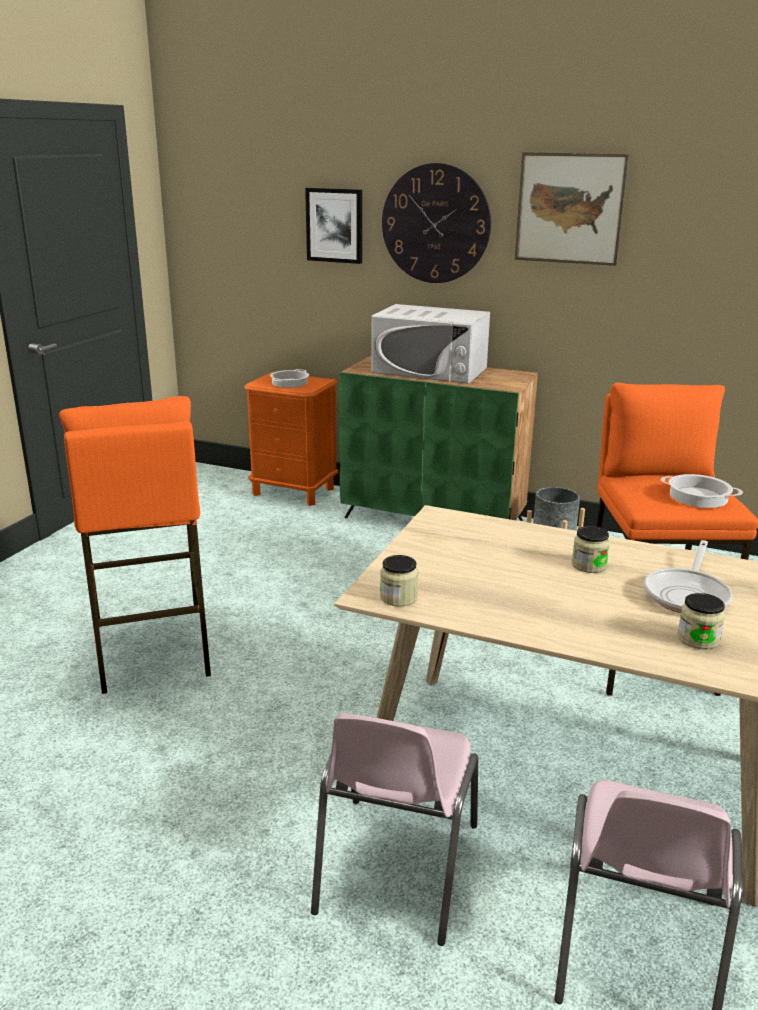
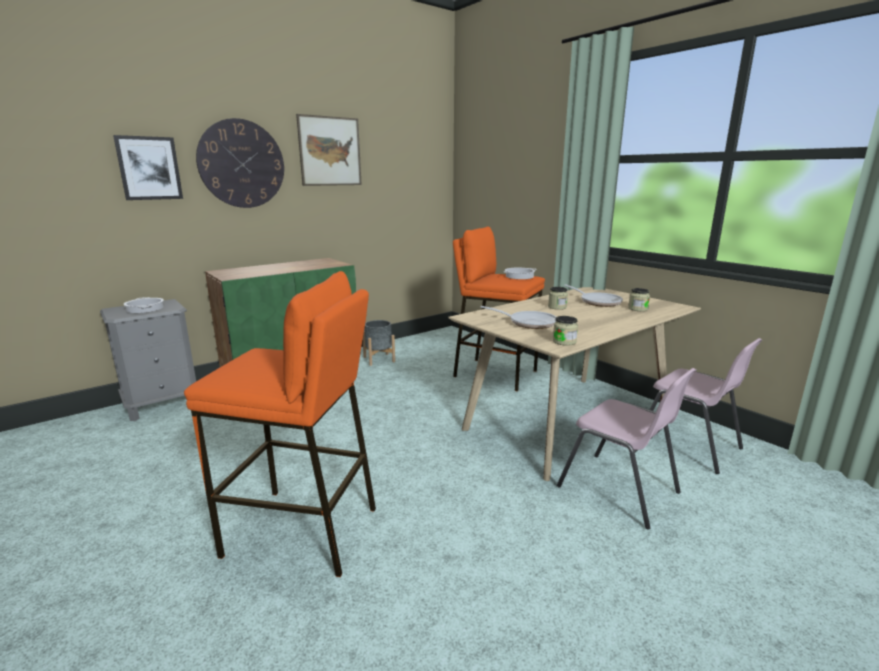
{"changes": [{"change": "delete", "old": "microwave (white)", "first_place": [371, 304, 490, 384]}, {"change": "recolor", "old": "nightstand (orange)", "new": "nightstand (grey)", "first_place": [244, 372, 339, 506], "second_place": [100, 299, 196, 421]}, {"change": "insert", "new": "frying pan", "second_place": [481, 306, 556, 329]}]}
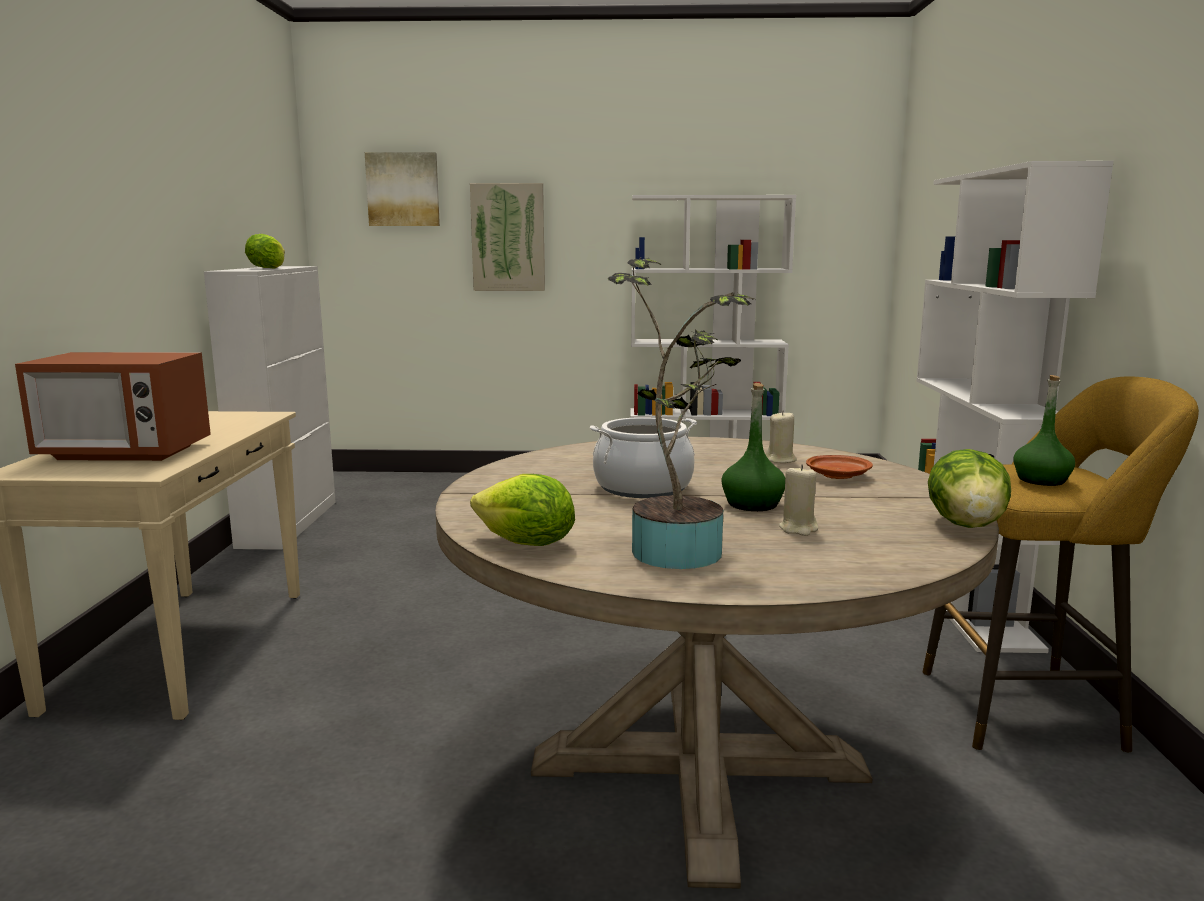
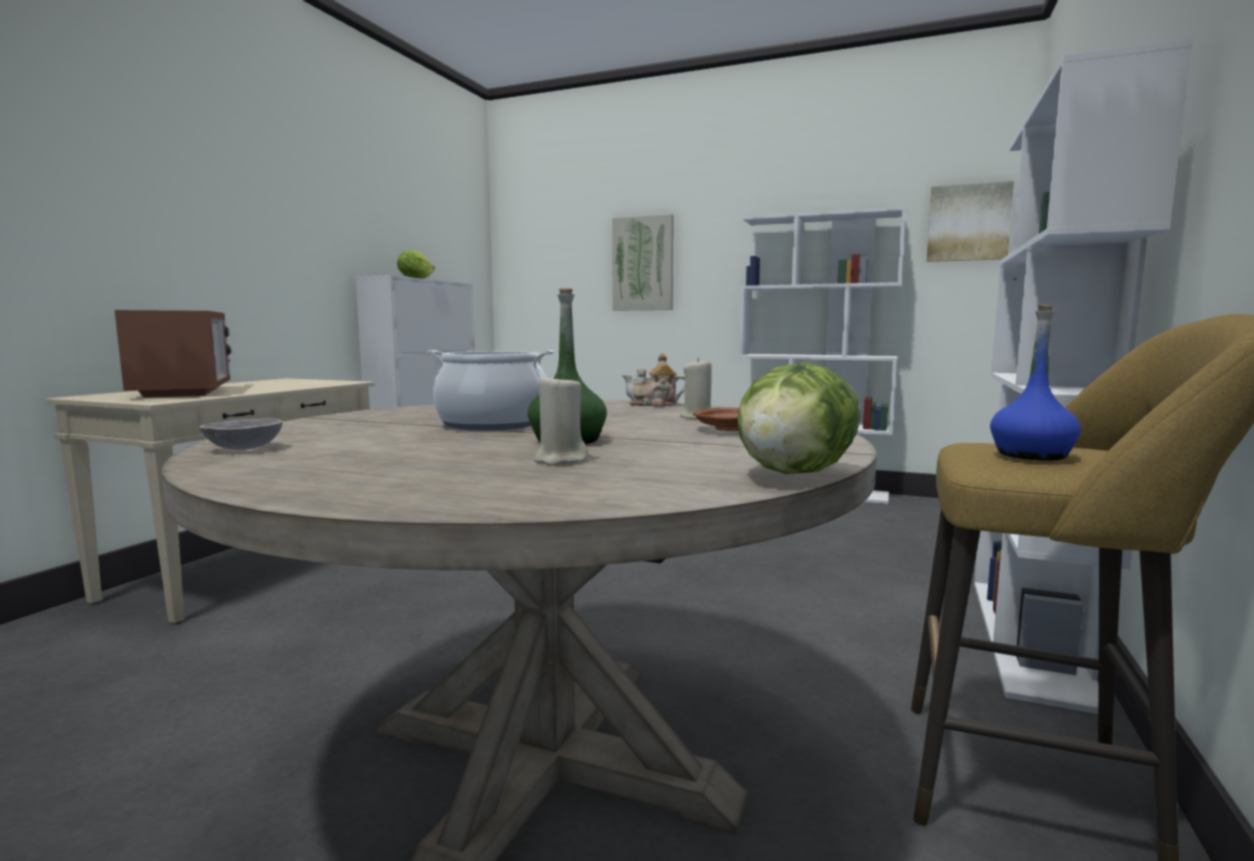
{"changes": [{"change": "move", "old": "picture", "first_place": [365, 152, 440, 226], "second_place": [927, 181, 1014, 262]}, {"change": "delete", "old": "potted plant", "first_place": [608, 258, 757, 569]}, {"change": "rotate", "old": "microwave", "first_place": [15, 352, 211, 461], "second_place": [115, 310, 232, 398], "degrees": -135}, {"change": "recolor", "old": "bottle (green)", "new": "bottle (blue)", "first_place": [1013, 375, 1075, 486], "second_place": [990, 305, 1081, 461]}, {"change": "replace", "old": "lettuce", "new": "bowl (grey)", "first_place": [470, 474, 575, 546], "second_place": [200, 418, 283, 450]}, {"change": "insert", "new": "teapot", "second_place": [622, 353, 685, 407]}]}
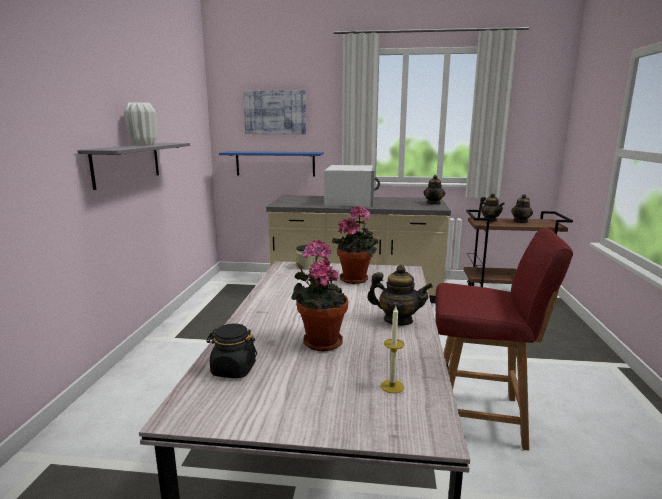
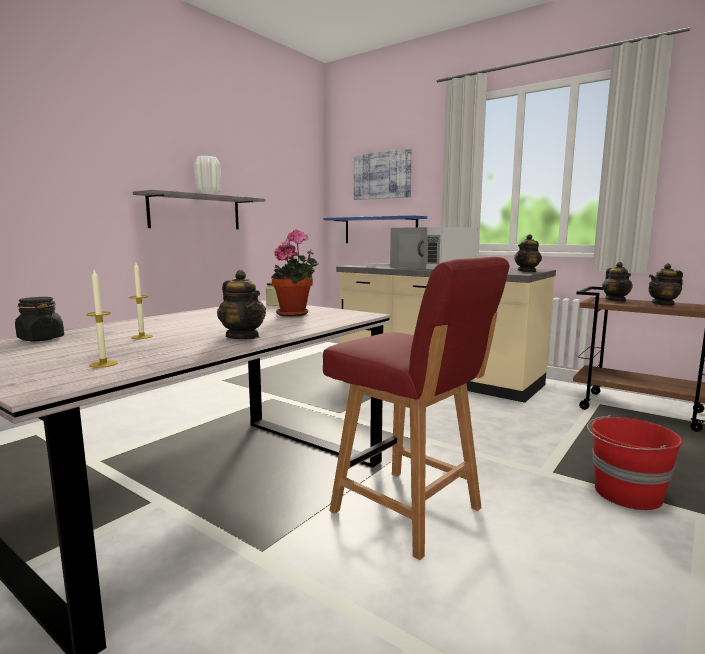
{"changes": [{"change": "rotate", "old": "microwave (white)", "first_place": [324, 165, 380, 207], "second_place": [390, 227, 478, 269], "degrees": 105}, {"change": "replace", "old": "potted plant", "new": "candle", "first_place": [291, 240, 349, 351], "second_place": [129, 263, 153, 339]}, {"change": "insert", "new": "bucket (red)", "second_place": [587, 415, 683, 510]}]}
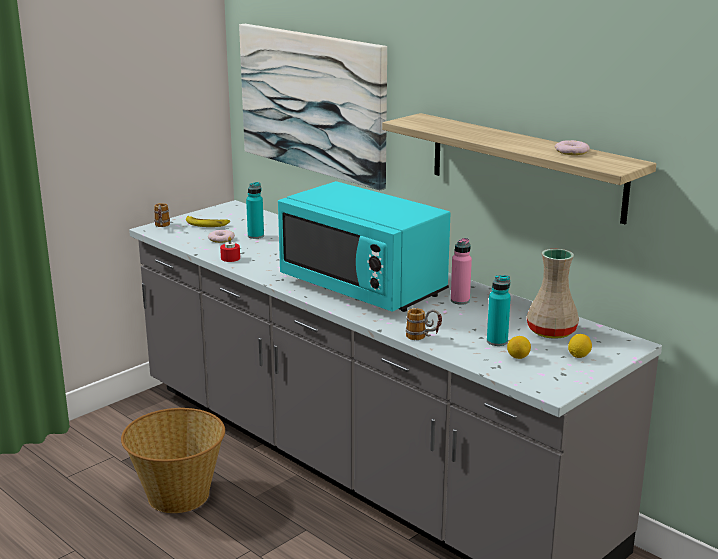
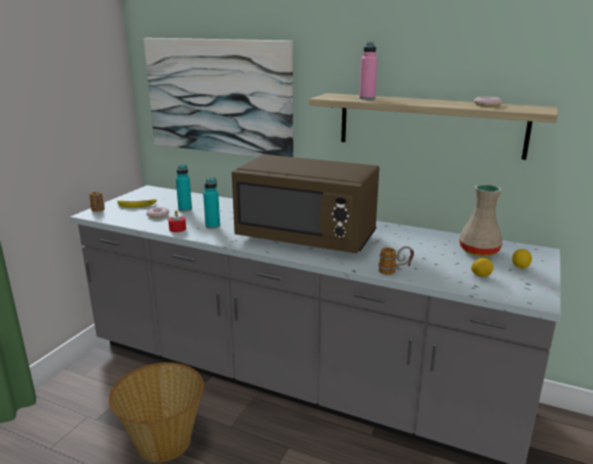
{"changes": [{"change": "recolor", "old": "microwave (turquoise)", "new": "microwave (brown)", "first_place": [278, 181, 450, 312], "second_place": [232, 154, 379, 253]}, {"change": "move", "old": "bottle (pink)", "first_place": [451, 238, 472, 305], "second_place": [359, 42, 377, 100]}, {"change": "move", "old": "bottle (turquoise)", "first_place": [487, 275, 511, 346], "second_place": [203, 178, 220, 229]}]}
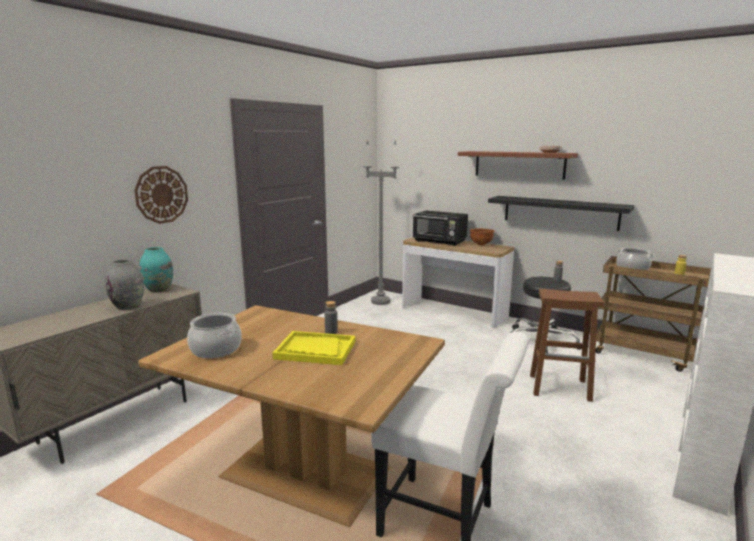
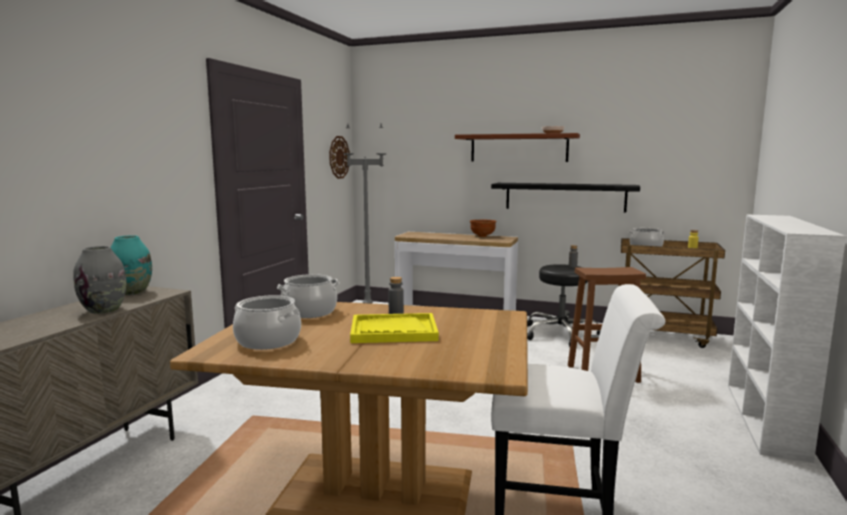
{"changes": [{"change": "move", "old": "wall clock", "first_place": [134, 166, 188, 224], "second_place": [329, 136, 350, 179]}, {"change": "delete", "old": "microwave (black)", "first_place": [413, 211, 468, 246]}, {"change": "insert", "new": "cooking pot", "second_place": [277, 274, 339, 318]}]}
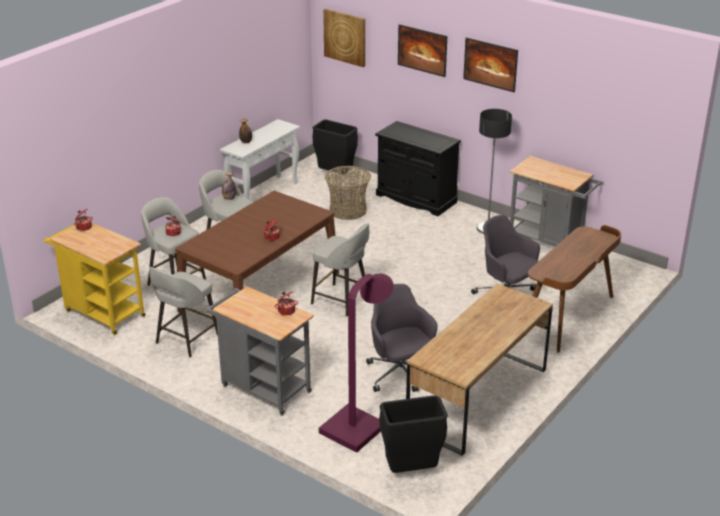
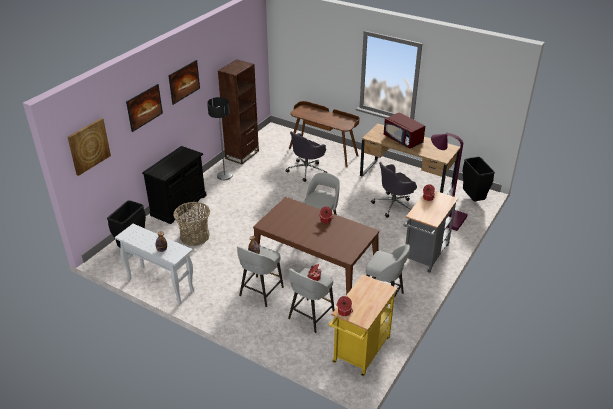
{"changes": [{"change": "replace", "old": "cart (grey)", "new": "bookcase (brown)", "first_place": [510, 156, 603, 247], "second_place": [218, 59, 259, 164]}, {"change": "insert", "new": "microwave (red)", "second_place": [384, 113, 425, 149]}]}
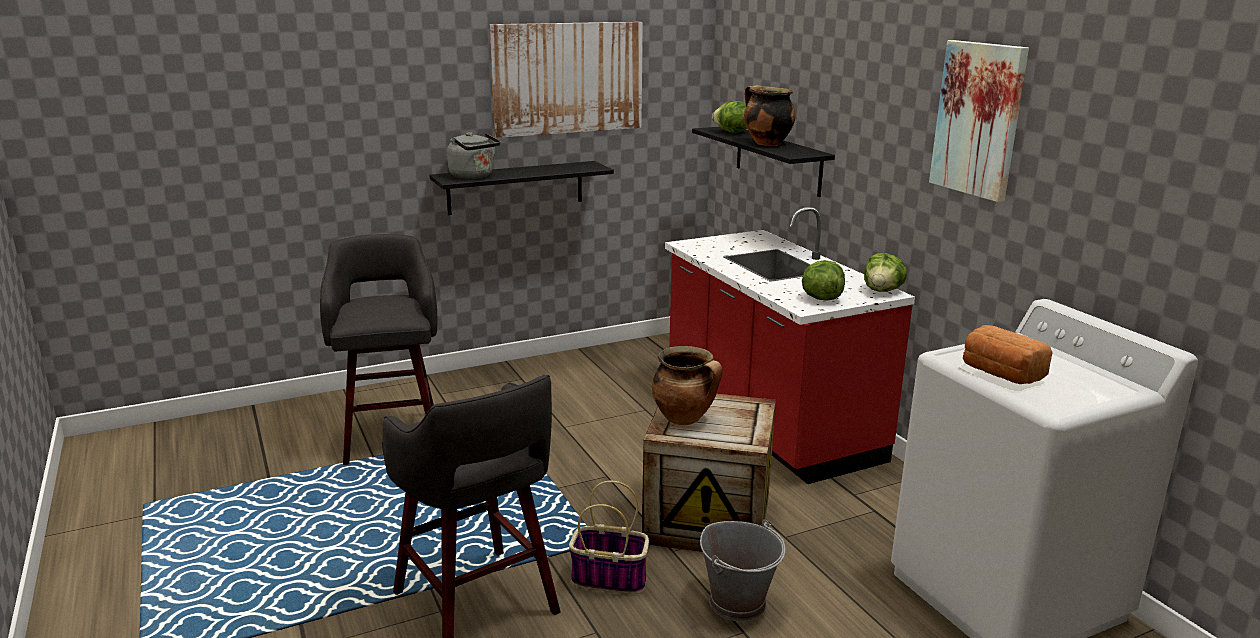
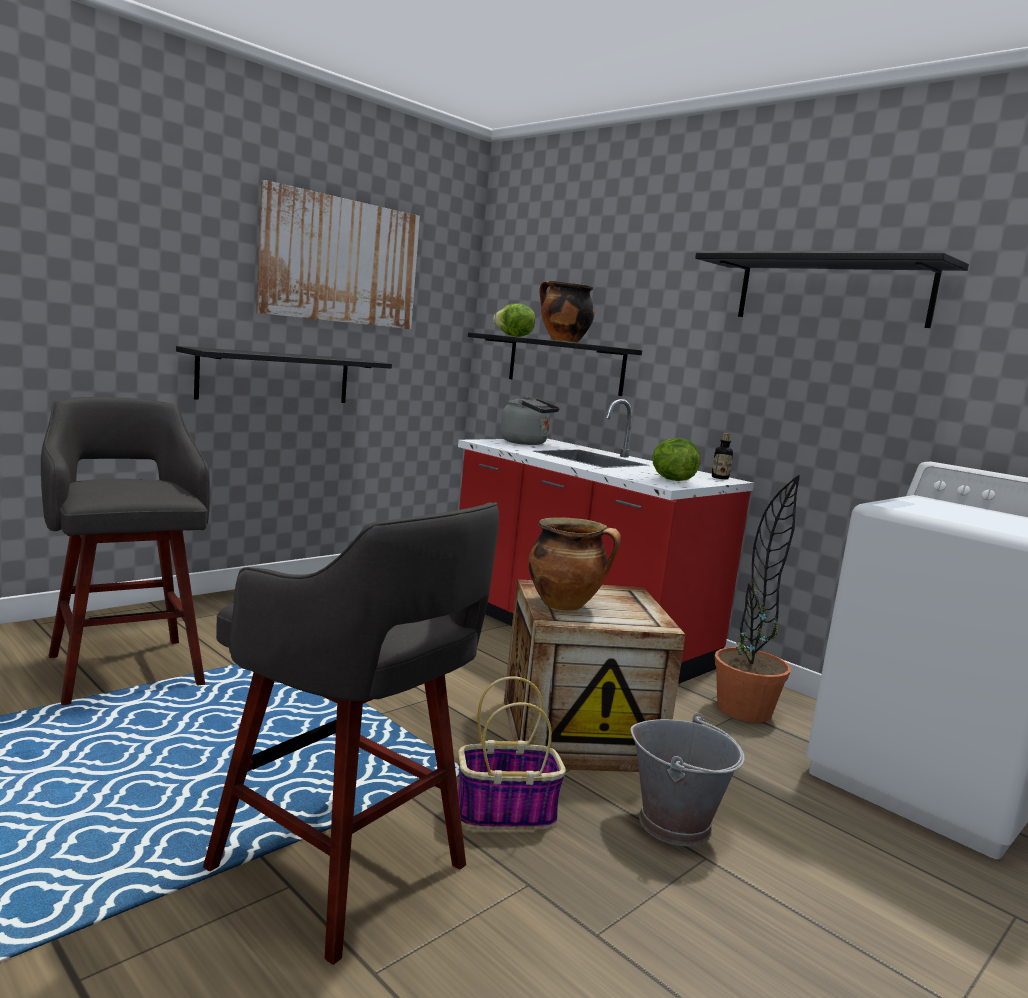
{"changes": [{"change": "replace", "old": "picture", "new": "shelf (black)", "first_place": [929, 40, 1029, 202], "second_place": [695, 253, 969, 328]}, {"change": "move", "old": "kettle (grey)", "first_place": [447, 132, 501, 179], "second_place": [501, 396, 560, 445]}, {"change": "replace", "old": "lettuce", "new": "bottle", "first_place": [864, 253, 907, 292], "second_place": [712, 433, 733, 479]}, {"change": "delete", "old": "bread", "first_place": [963, 325, 1053, 384]}, {"change": "insert", "new": "potted plant", "second_place": [715, 475, 800, 723]}]}
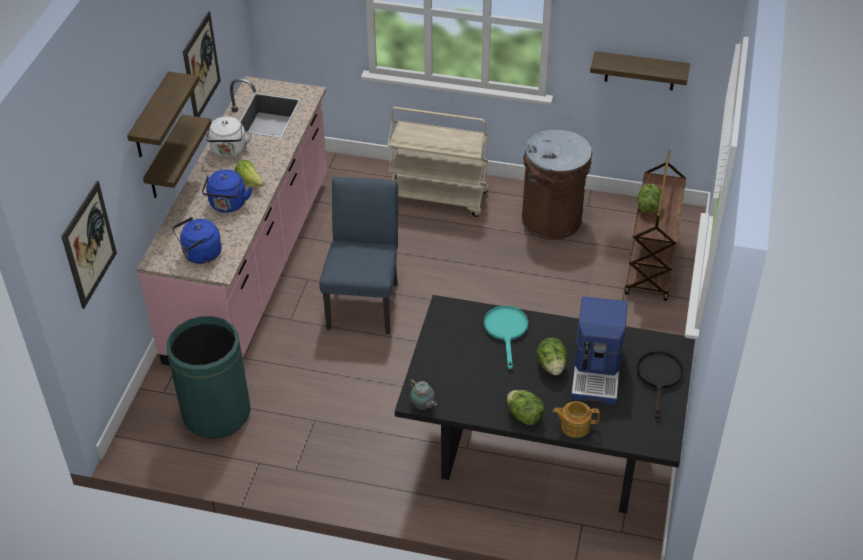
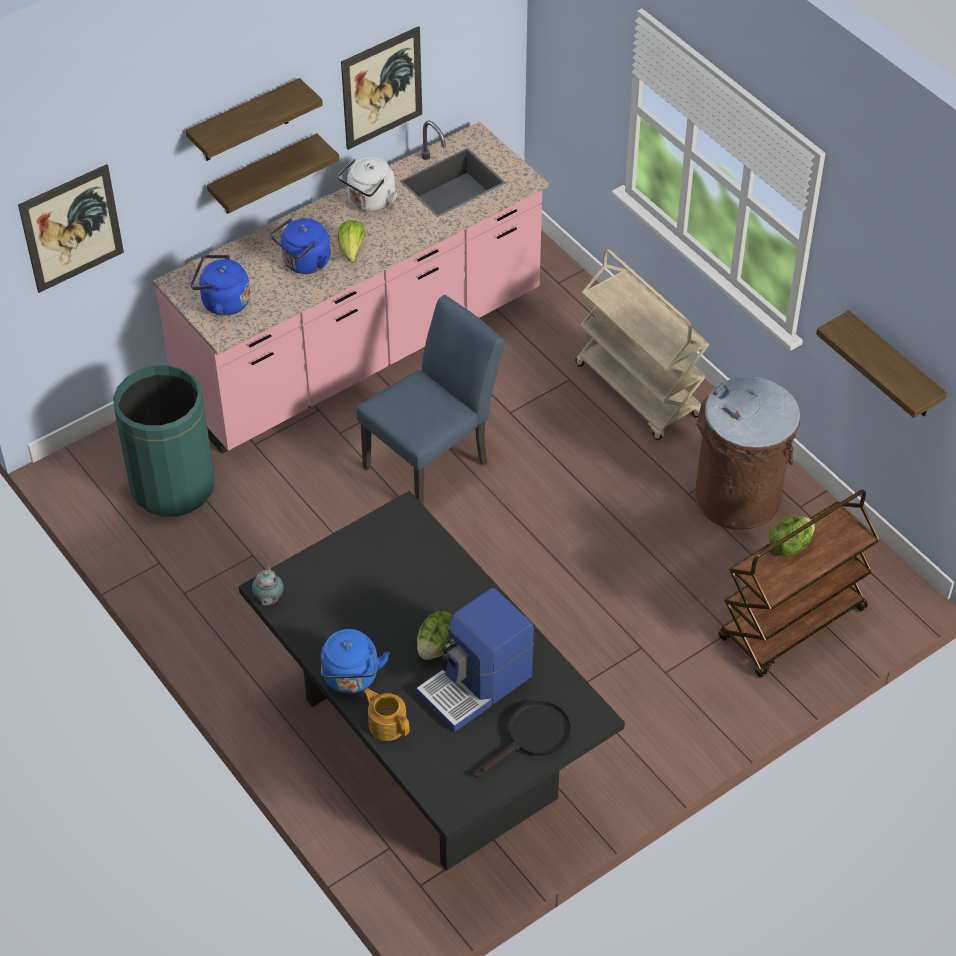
{"changes": [{"change": "delete", "old": "frying pan (turquoise)", "first_place": [484, 305, 528, 369]}, {"change": "replace", "old": "lettuce", "new": "kettle (blue)", "first_place": [507, 390, 544, 425], "second_place": [320, 629, 390, 694]}]}
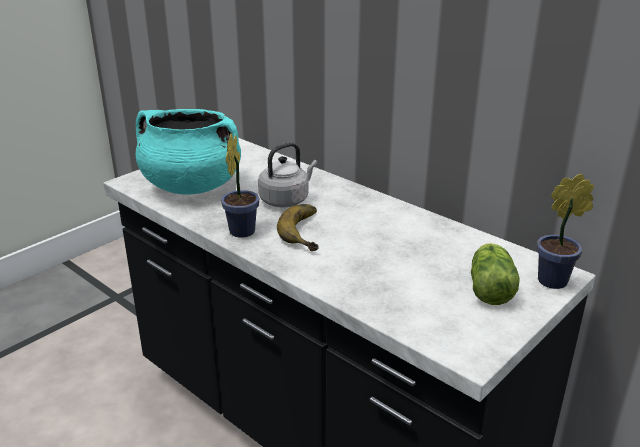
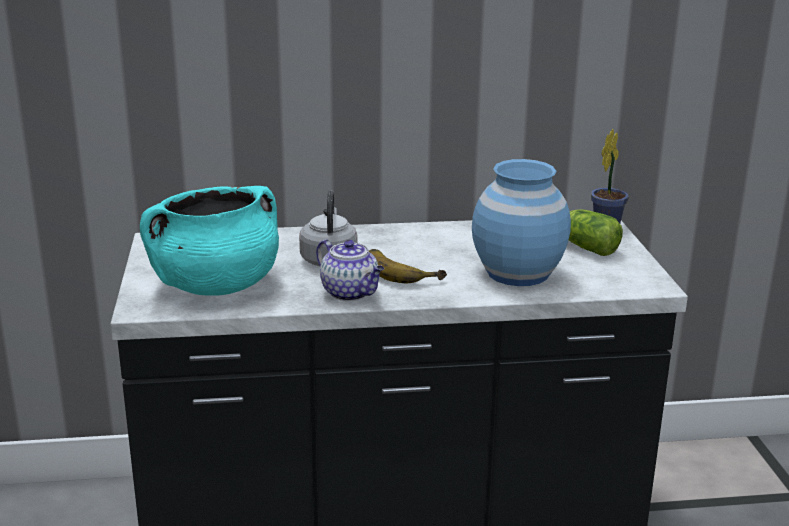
{"changes": [{"change": "replace", "old": "potted plant", "new": "teapot", "first_place": [221, 133, 259, 238], "second_place": [316, 239, 384, 301]}, {"change": "insert", "new": "vase (blue)", "second_place": [472, 159, 571, 286]}]}
